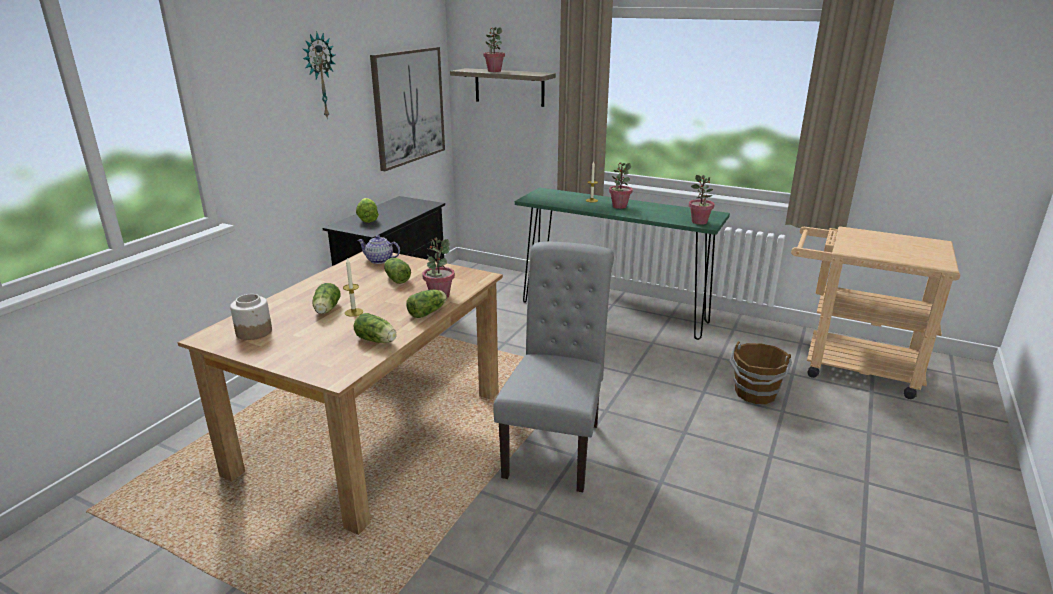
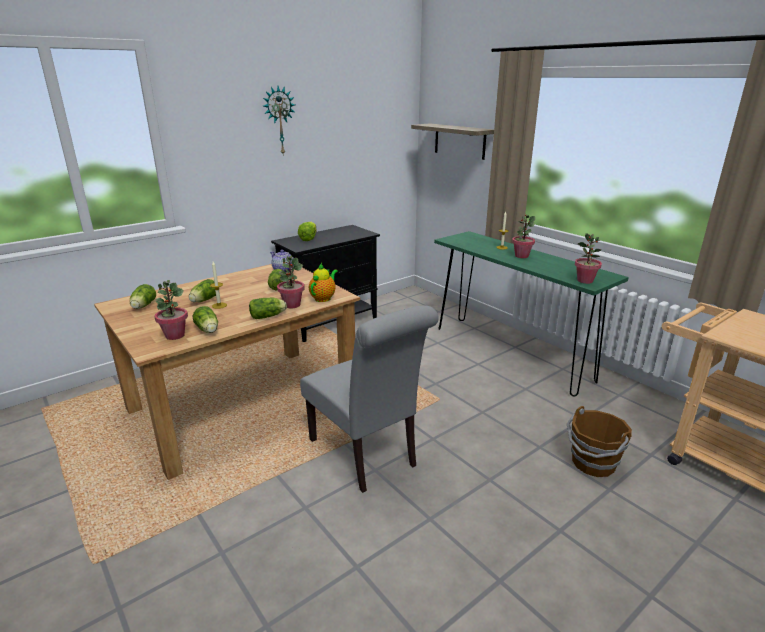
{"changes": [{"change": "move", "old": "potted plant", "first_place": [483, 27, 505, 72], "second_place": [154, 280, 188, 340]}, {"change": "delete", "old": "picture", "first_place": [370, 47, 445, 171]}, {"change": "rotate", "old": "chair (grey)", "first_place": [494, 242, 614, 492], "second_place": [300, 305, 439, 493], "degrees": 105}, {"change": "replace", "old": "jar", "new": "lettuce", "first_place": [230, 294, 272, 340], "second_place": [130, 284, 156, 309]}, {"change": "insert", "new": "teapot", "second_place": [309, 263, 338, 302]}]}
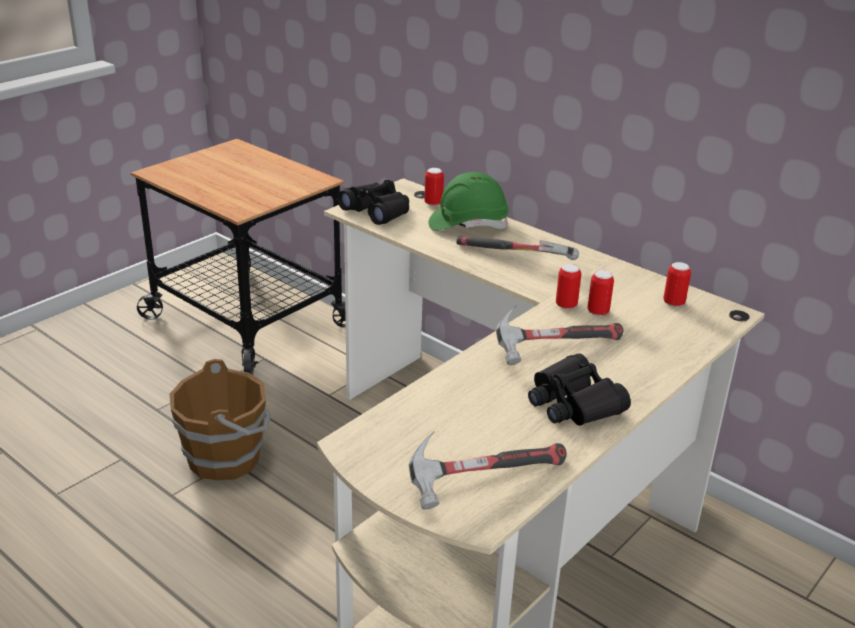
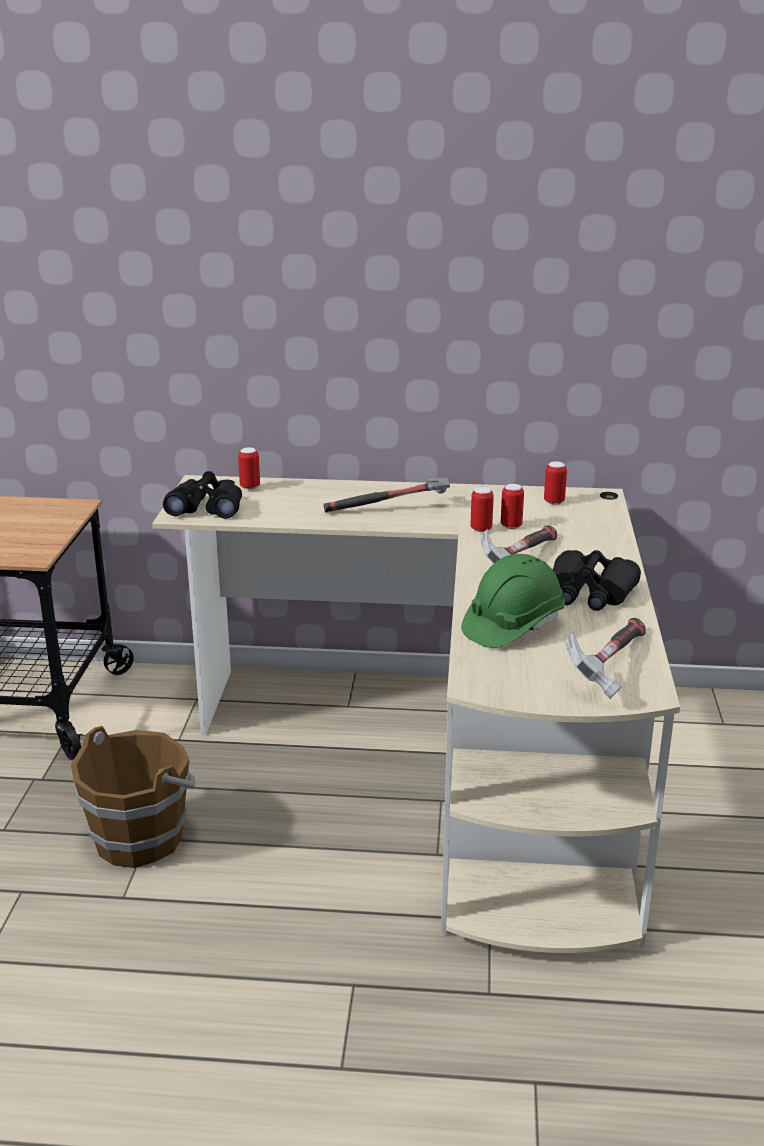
{"changes": [{"change": "move", "old": "hard hat (green)", "first_place": [428, 172, 509, 231], "second_place": [461, 554, 565, 648]}]}
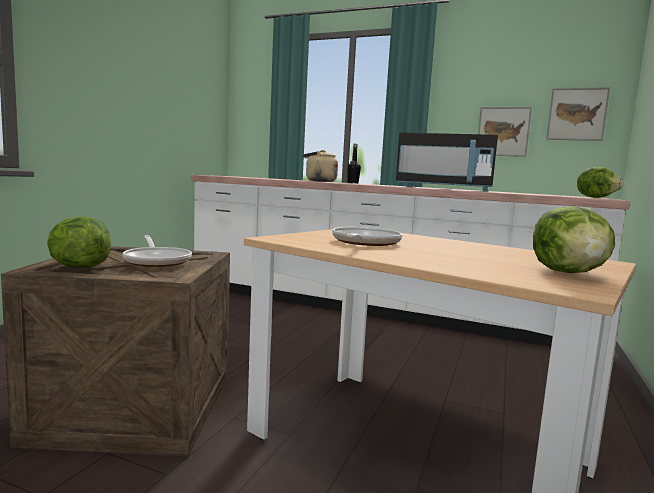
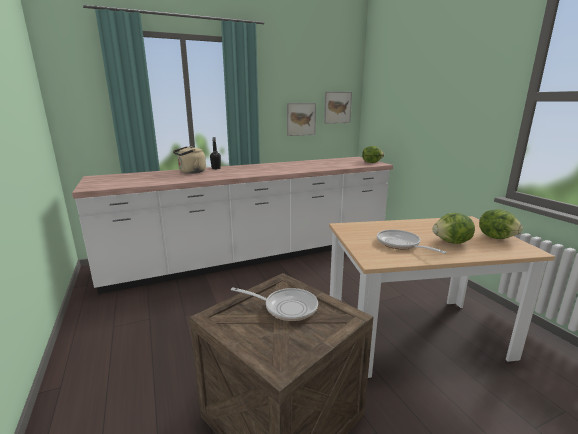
{"changes": [{"change": "delete", "old": "microwave (black)", "first_place": [396, 132, 498, 191]}, {"change": "move", "old": "lettuce", "first_place": [47, 216, 111, 268], "second_place": [432, 213, 475, 244]}]}
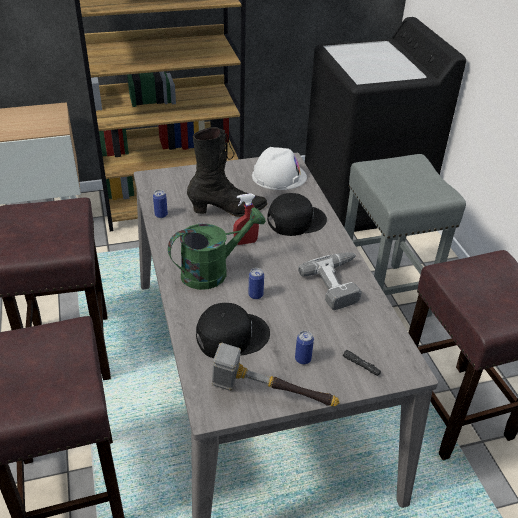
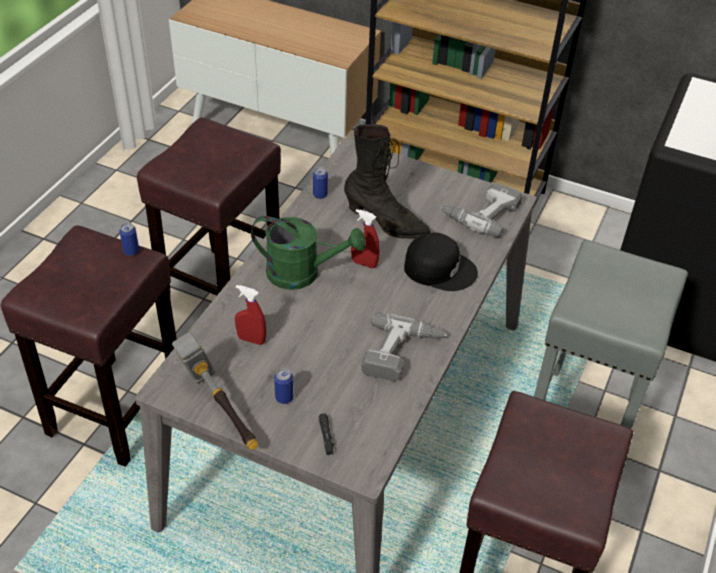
{"changes": [{"change": "replace", "old": "hard hat (white)", "new": "power drill", "first_place": [252, 147, 307, 190], "second_place": [441, 183, 522, 237]}, {"change": "move", "old": "can", "first_place": [249, 268, 264, 299], "second_place": [119, 222, 139, 256]}, {"change": "replace", "old": "cap (black)", "new": "spray bottle (red)", "first_place": [196, 303, 270, 358], "second_place": [235, 285, 266, 345]}]}
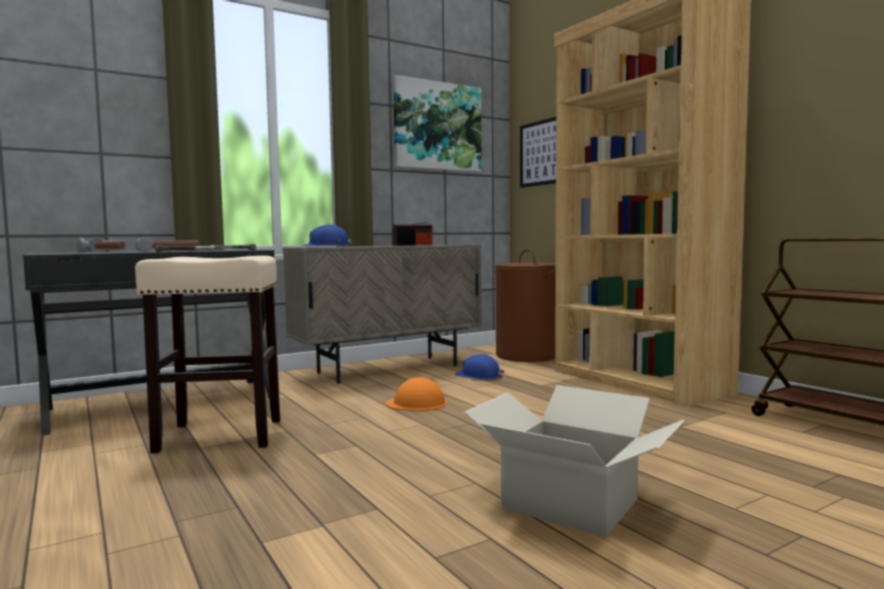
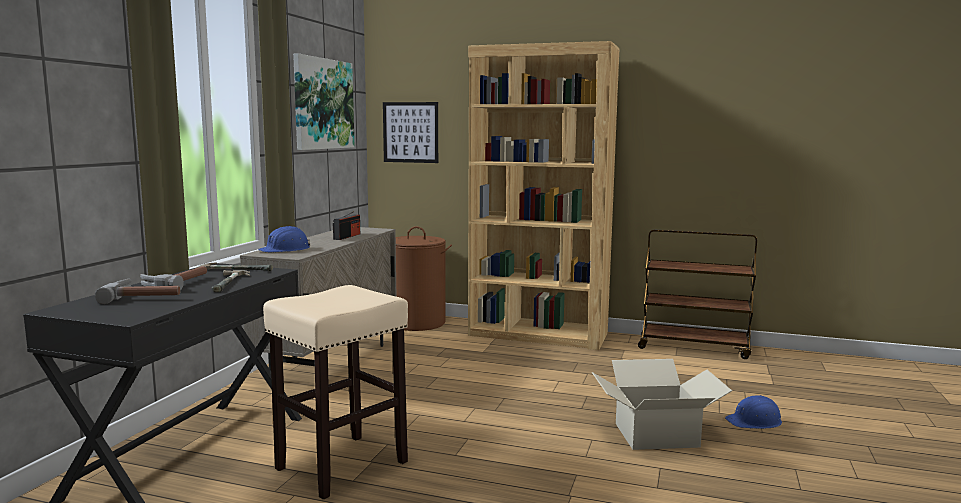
{"changes": [{"change": "move", "old": "hard hat (blue)", "first_place": [455, 354, 504, 380], "second_place": [725, 395, 782, 429]}, {"change": "delete", "old": "hard hat (orange)", "first_place": [386, 377, 447, 411]}]}
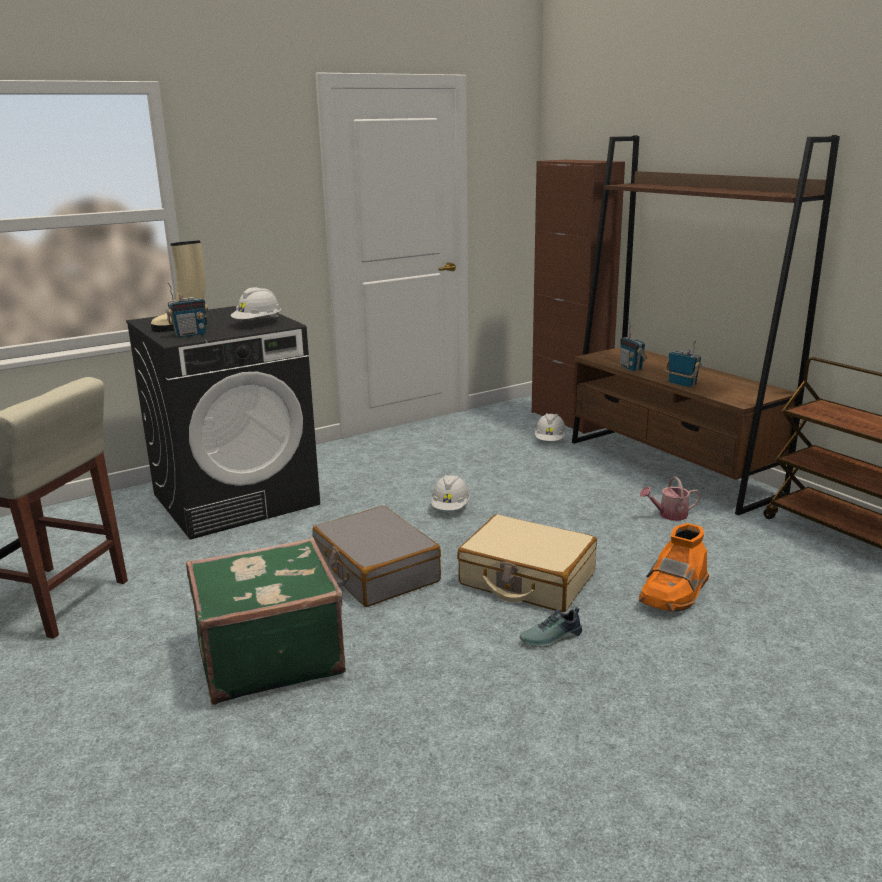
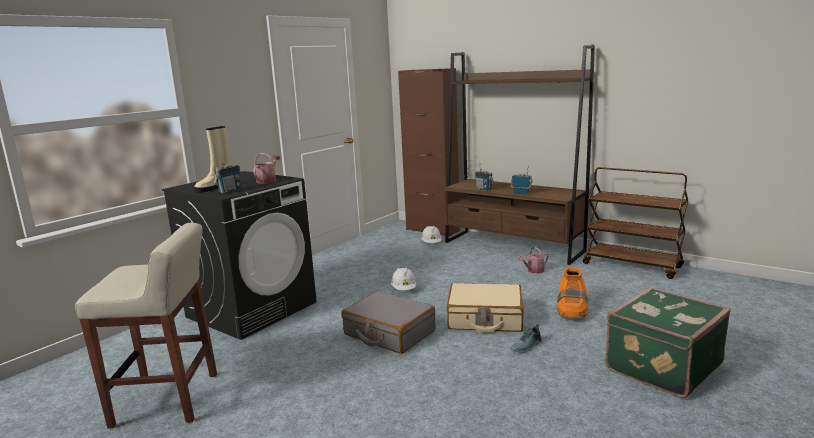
{"changes": [{"change": "replace", "old": "hard hat (white)", "new": "watering can", "first_place": [231, 287, 281, 319], "second_place": [253, 153, 280, 184]}, {"change": "move", "old": "suitcase (green)", "first_place": [186, 538, 346, 705], "second_place": [605, 287, 730, 398]}]}
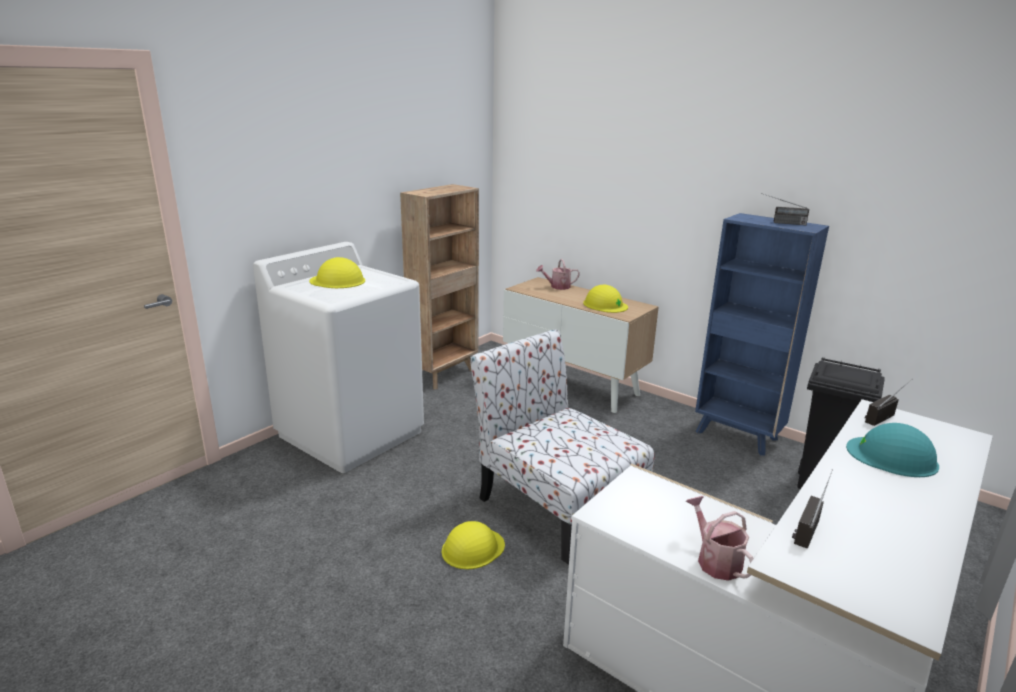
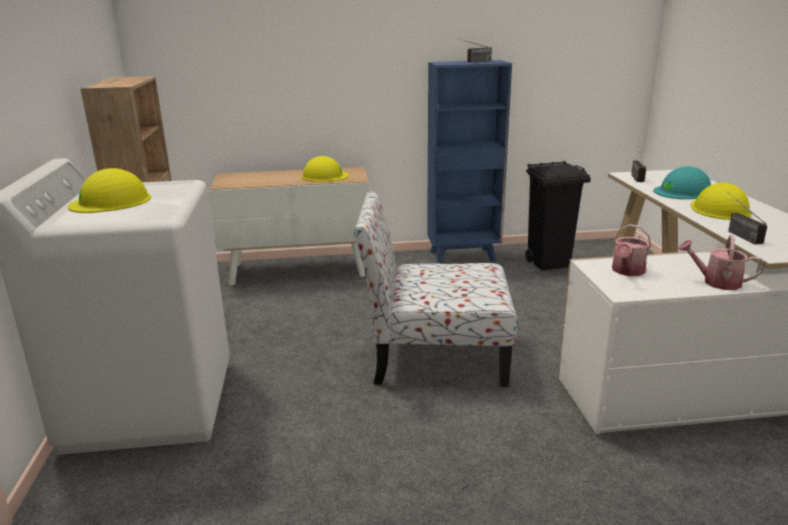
{"changes": [{"change": "move", "old": "watering can", "first_place": [536, 259, 580, 290], "second_place": [612, 224, 652, 276]}, {"change": "move", "old": "hard hat (yellow)", "first_place": [442, 521, 505, 569], "second_place": [691, 183, 752, 220]}]}
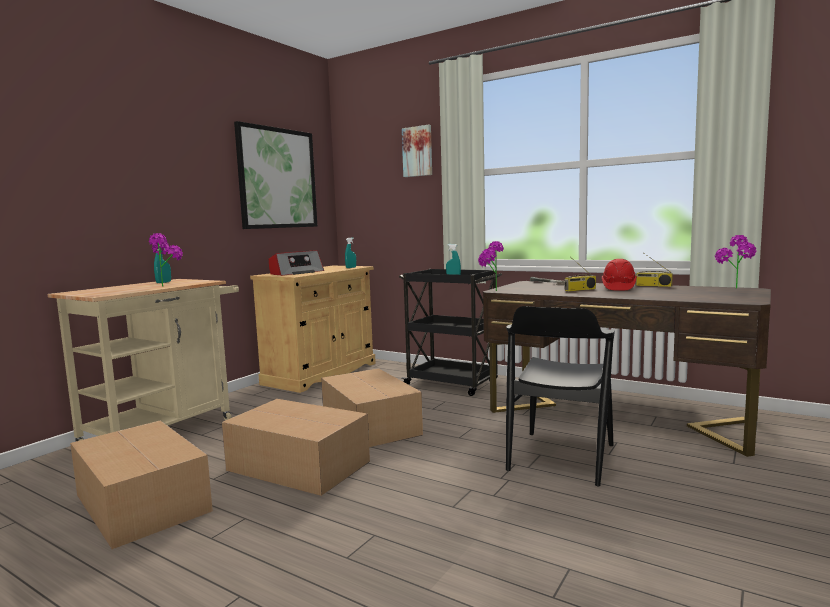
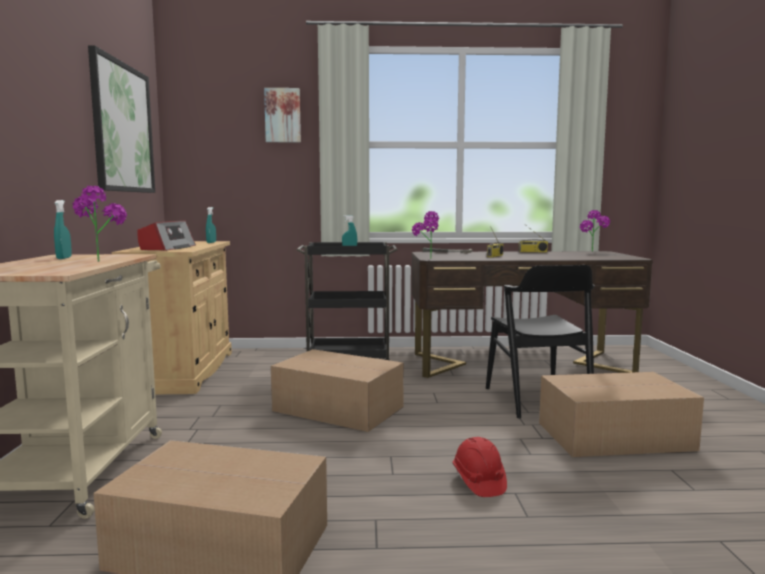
{"changes": [{"change": "move", "old": "hard hat (red)", "first_place": [602, 259, 637, 290], "second_place": [453, 437, 507, 497]}, {"change": "move", "old": "cardboard box", "first_place": [222, 399, 370, 496], "second_place": [539, 372, 704, 457]}]}
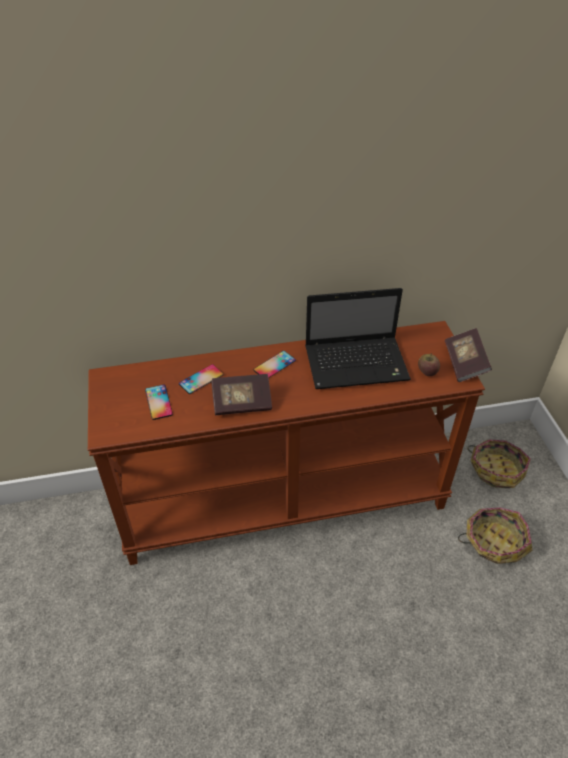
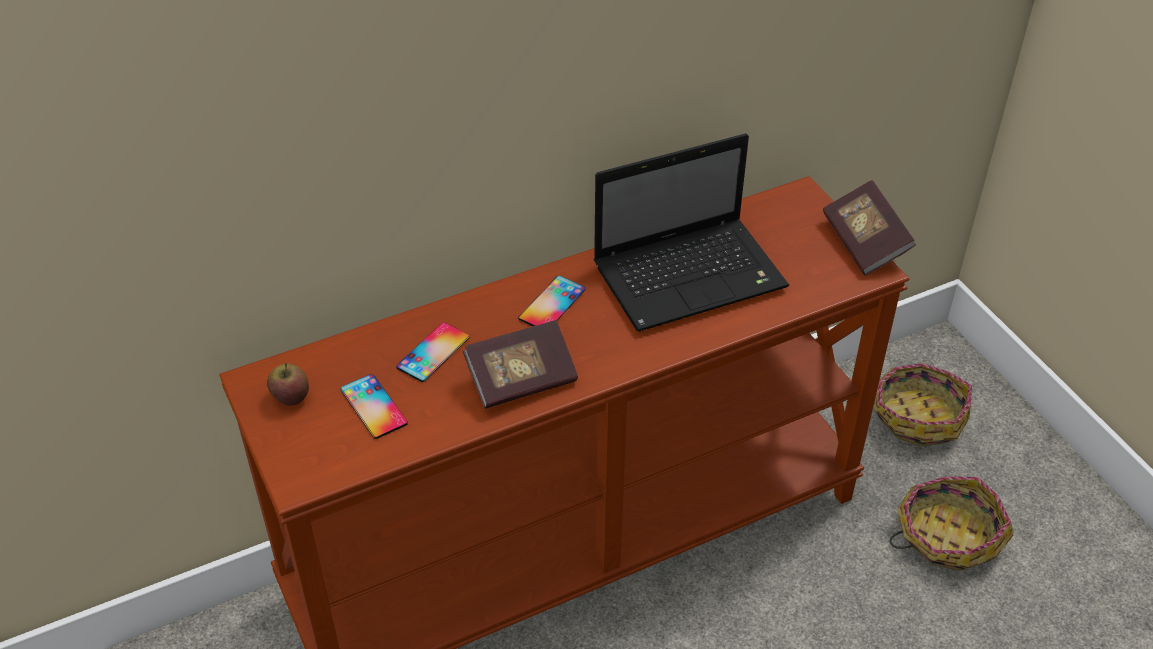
{"changes": [{"change": "move", "old": "apple", "first_place": [418, 353, 440, 376], "second_place": [267, 363, 309, 406]}]}
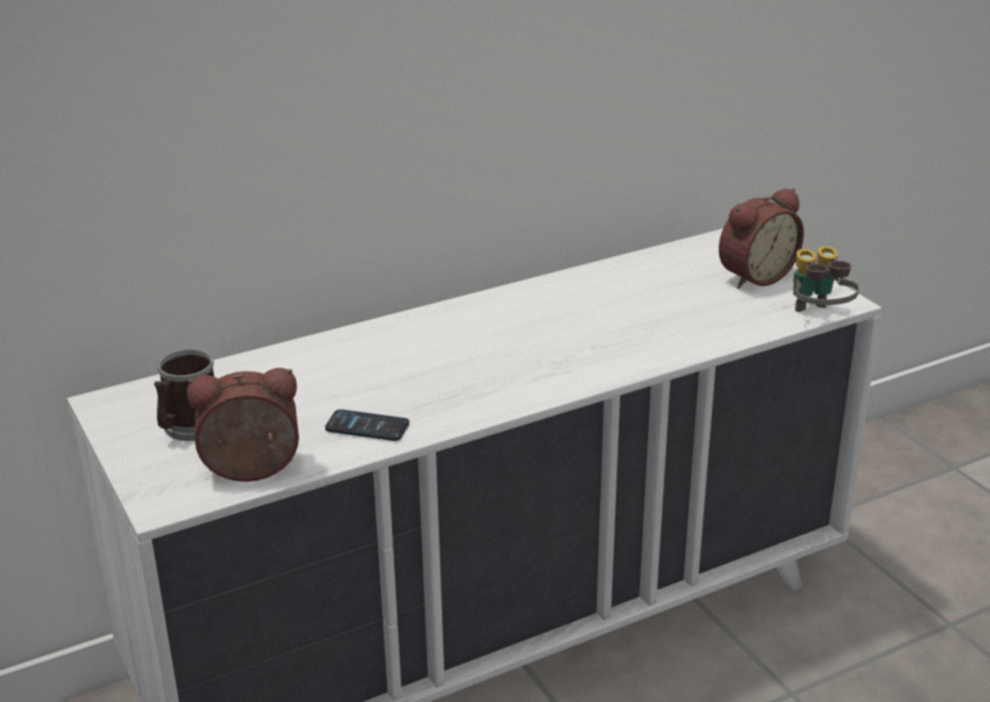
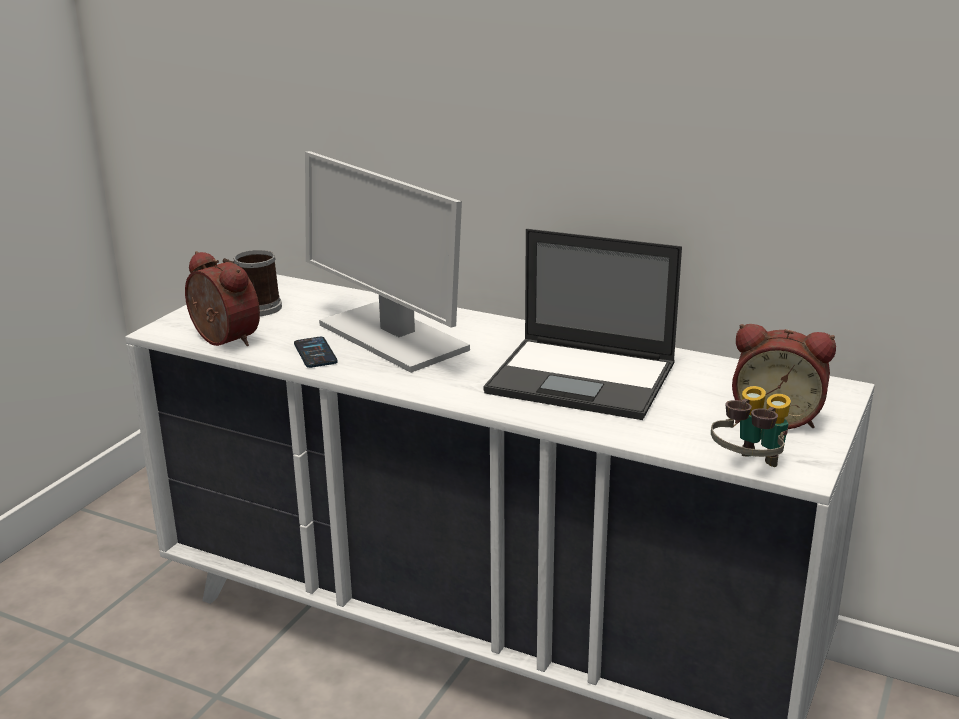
{"changes": [{"change": "insert", "new": "monitor", "second_place": [305, 151, 470, 373]}, {"change": "insert", "new": "laptop", "second_place": [483, 229, 682, 420]}]}
